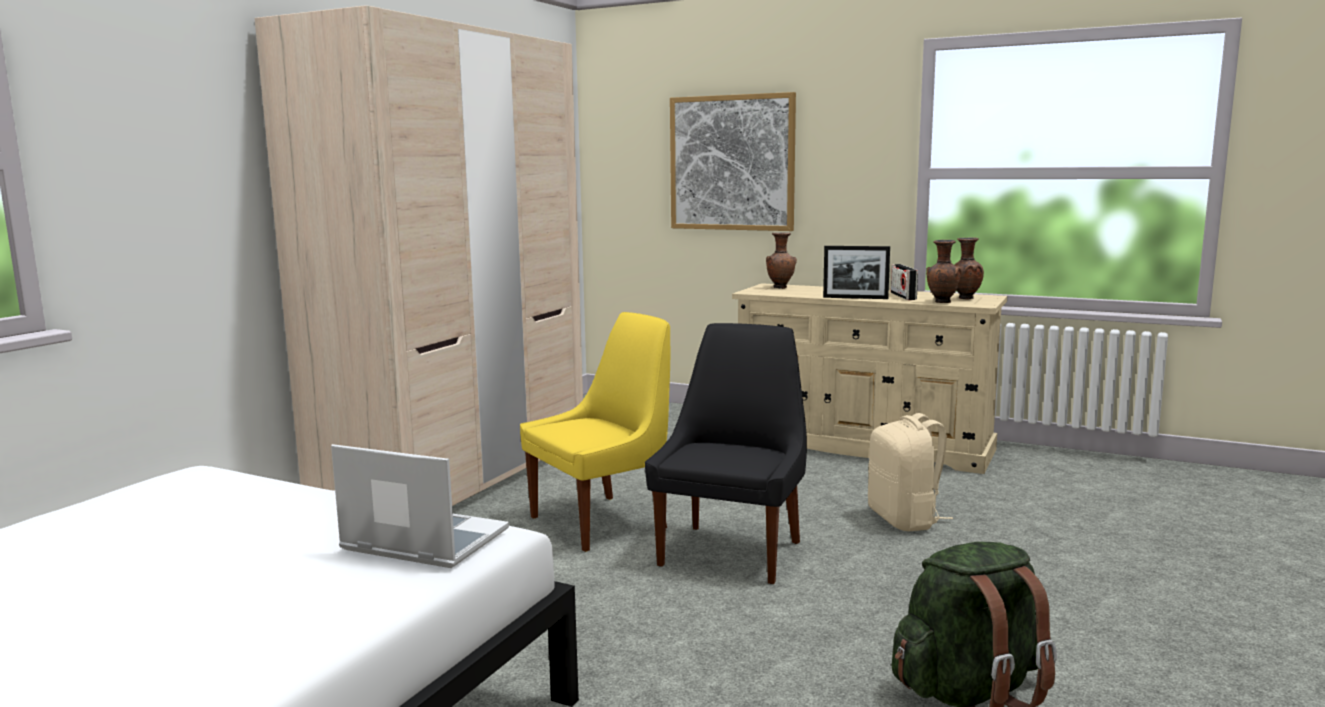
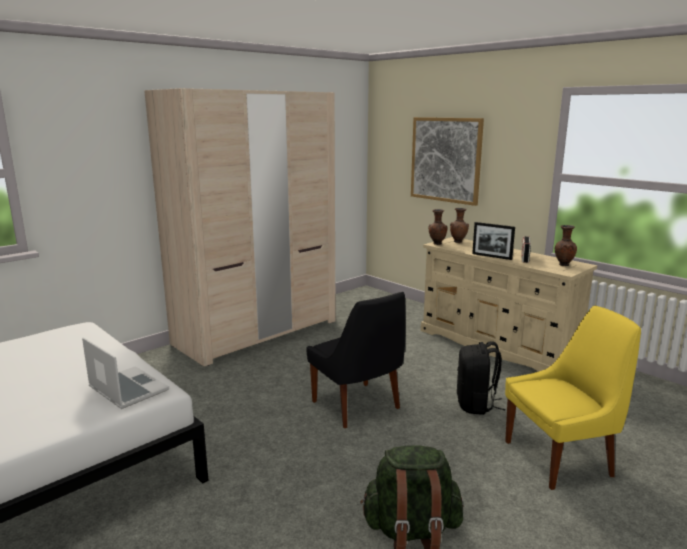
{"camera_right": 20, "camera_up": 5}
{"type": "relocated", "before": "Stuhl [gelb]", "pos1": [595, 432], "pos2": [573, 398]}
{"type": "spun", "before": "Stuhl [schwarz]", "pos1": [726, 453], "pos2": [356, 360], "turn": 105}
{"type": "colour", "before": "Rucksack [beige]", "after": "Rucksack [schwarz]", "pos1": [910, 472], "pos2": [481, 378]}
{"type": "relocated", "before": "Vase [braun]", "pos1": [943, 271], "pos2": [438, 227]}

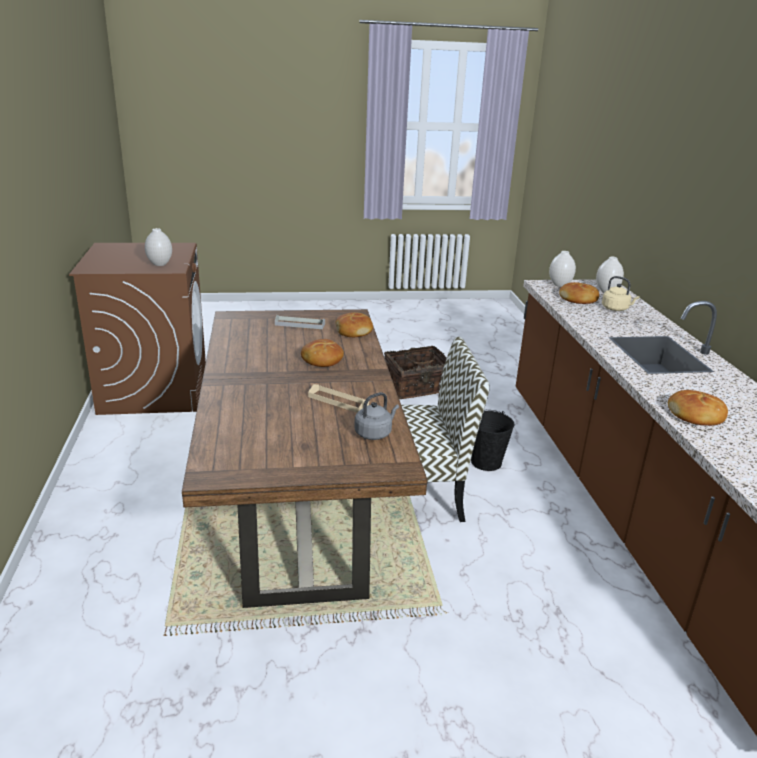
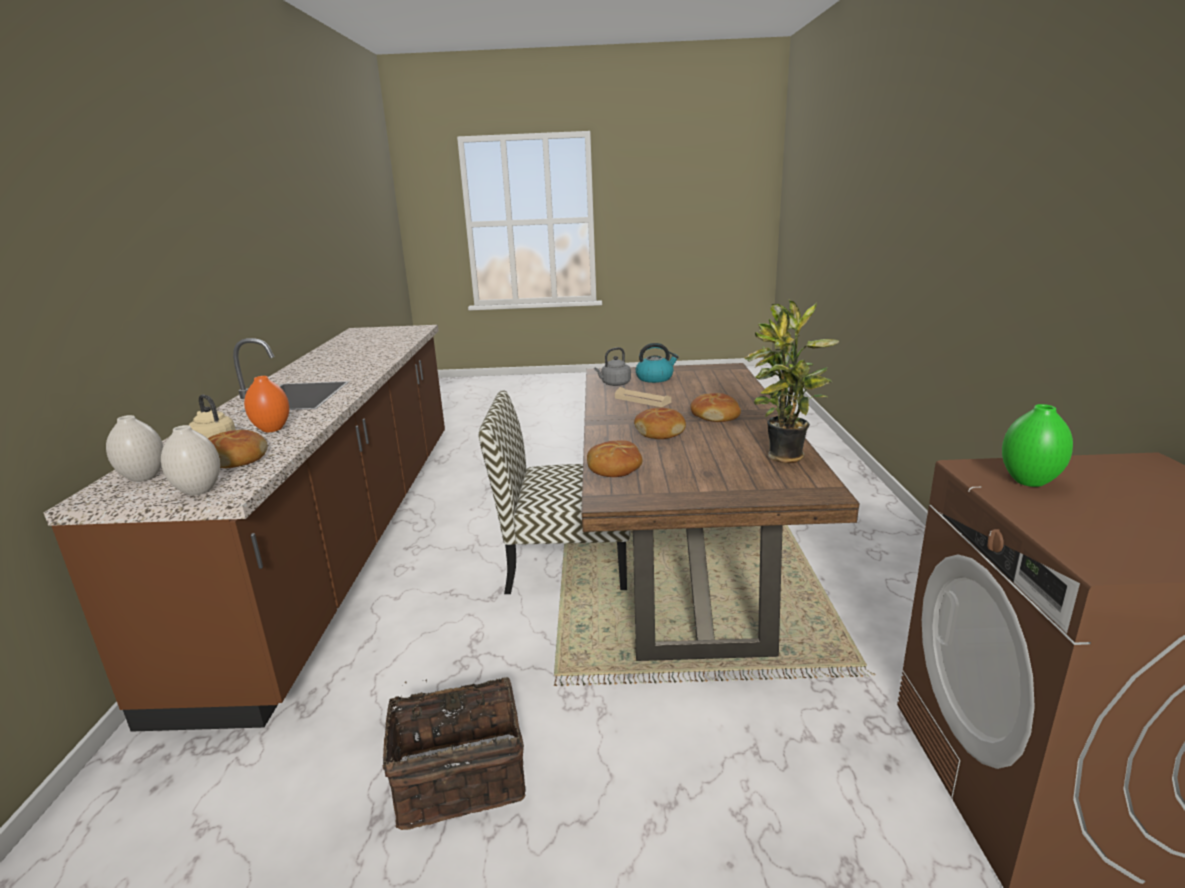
{"camera_right": -170, "camera_up": -5}
{"type": "colour", "before": "Vase [weiß]", "after": "Vase [grün]", "pos1": [158, 247], "pos2": [1037, 445]}
{"type": "missing", "before": "Tablett [grau]", "pos1": [300, 322]}
{"type": "missing", "before": "Eimer [schwarz]", "pos1": [492, 440]}
{"type": "relocated", "before": "Brot", "pos1": [698, 408], "pos2": [715, 407]}
{"type": "appeared", "after": "Vase [orange]", "pos2": [266, 404]}
{"type": "appeared", "after": "Wasserkessel", "pos2": [657, 363]}
{"type": "appeared", "after": "Topfpflanze", "pos2": [791, 381]}

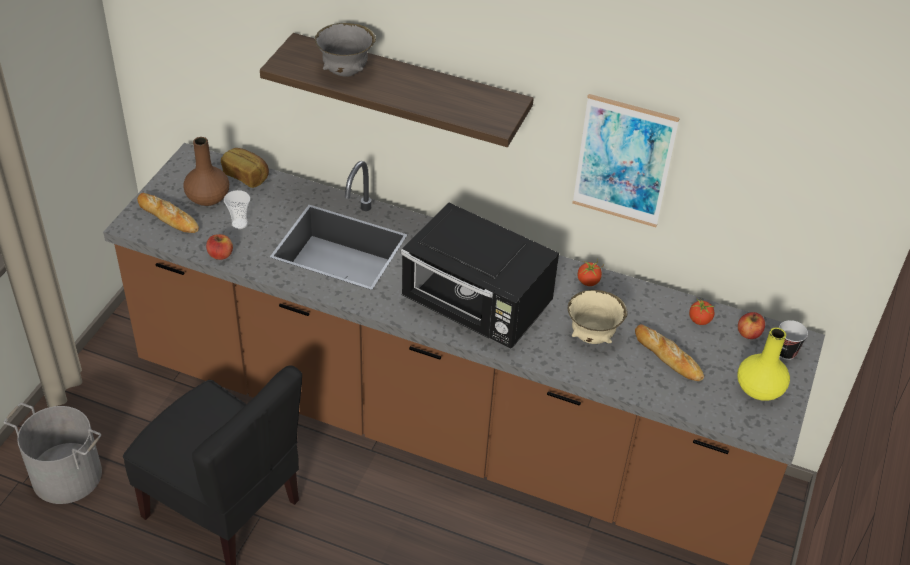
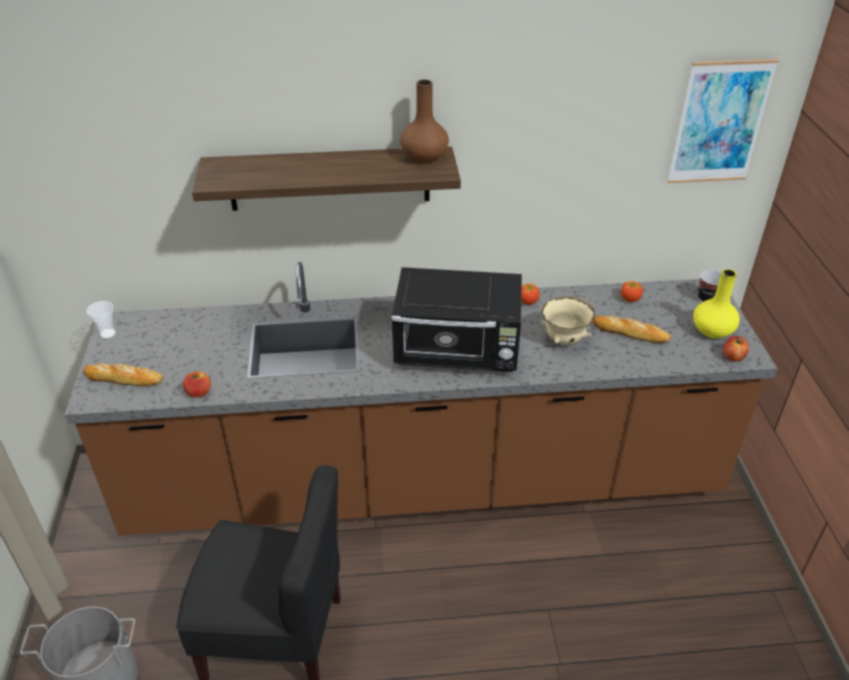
{"camera_right": -25, "camera_up": -5}
{"type": "relocated", "before": "Vase [braun]", "pos1": [206, 171], "pos2": [424, 121]}
{"type": "missing", "before": "Brot", "pos1": [245, 168]}
{"type": "relocated", "before": "Tasse", "pos1": [237, 209], "pos2": [101, 320]}
{"type": "missing", "before": "Schüssel [grau]", "pos1": [345, 50]}
{"type": "relocated", "before": "Bild", "pos1": [626, 160], "pos2": [723, 121]}
{"type": "relocated", "before": "Apfel", "pos1": [751, 325], "pos2": [736, 349]}

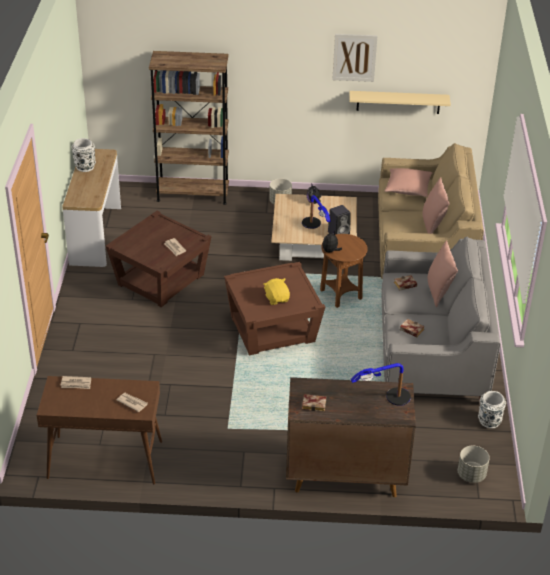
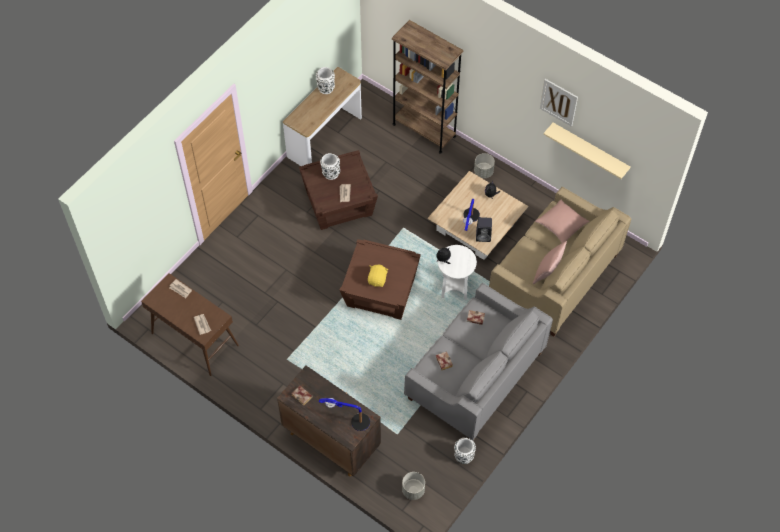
{"camera_right": 35, "camera_up": 20}
{"type": "colour", "before": "Beistelltisch [braun]", "after": "Beistelltisch [weiß]", "pos1": [344, 271], "pos2": [457, 272]}
{"type": "missing", "before": "Kissen [rosa]", "pos1": [443, 274]}
{"type": "appeared", "after": "Vase [weiß]", "pos2": [330, 166]}

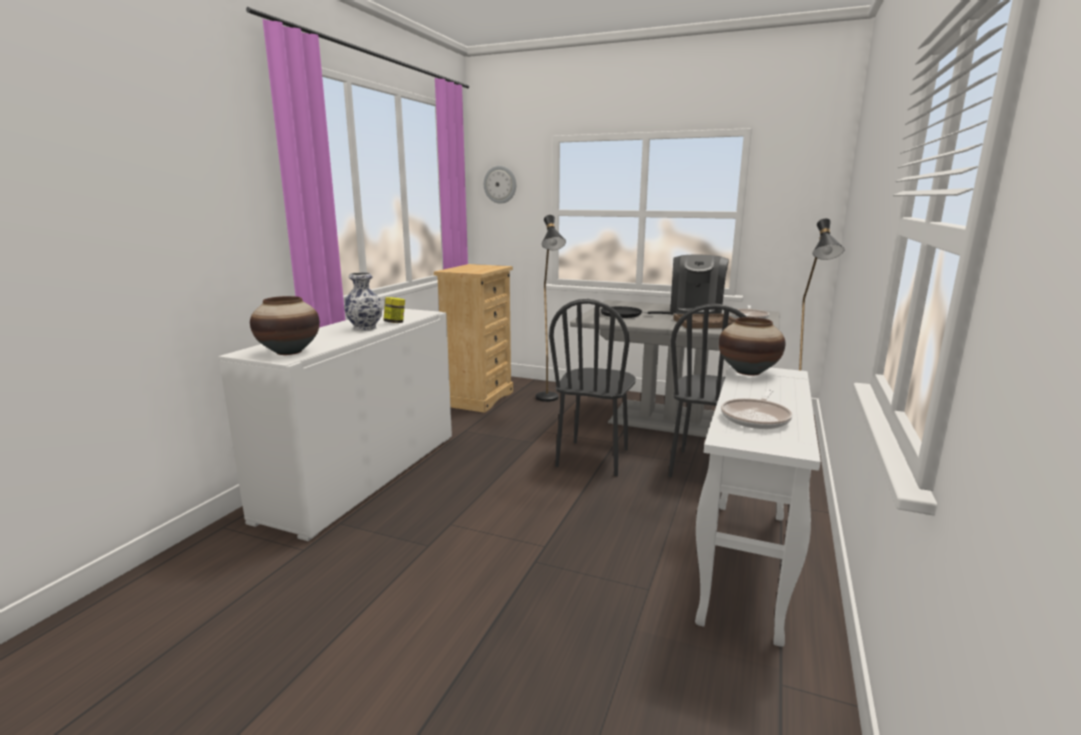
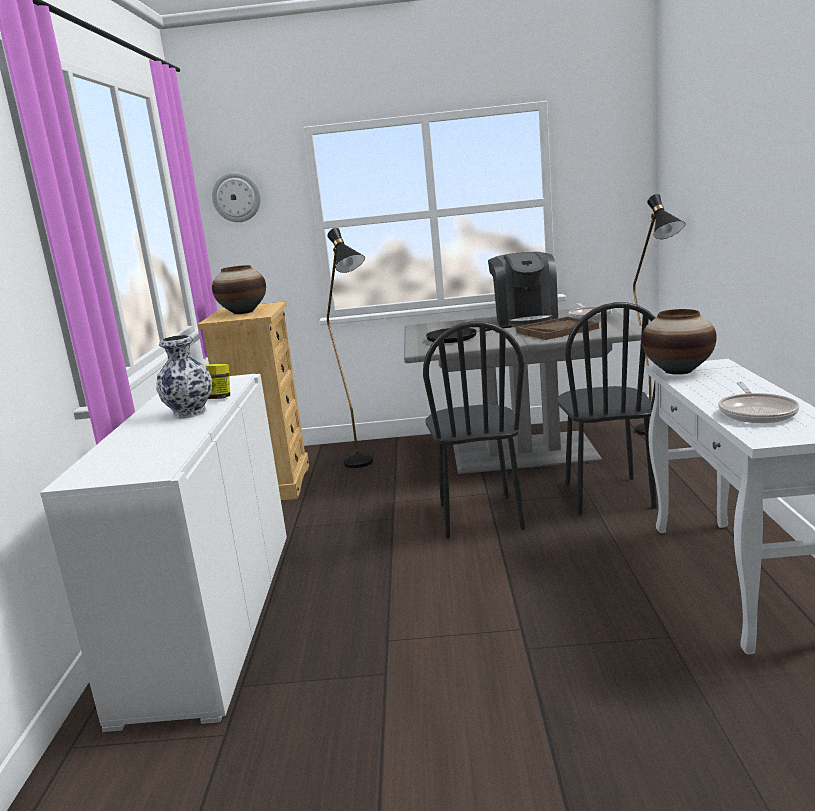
{"camera_right": -20, "camera_up": 0}
{"type": "relocated", "before": "Vase", "pos1": [285, 325], "pos2": [239, 289]}

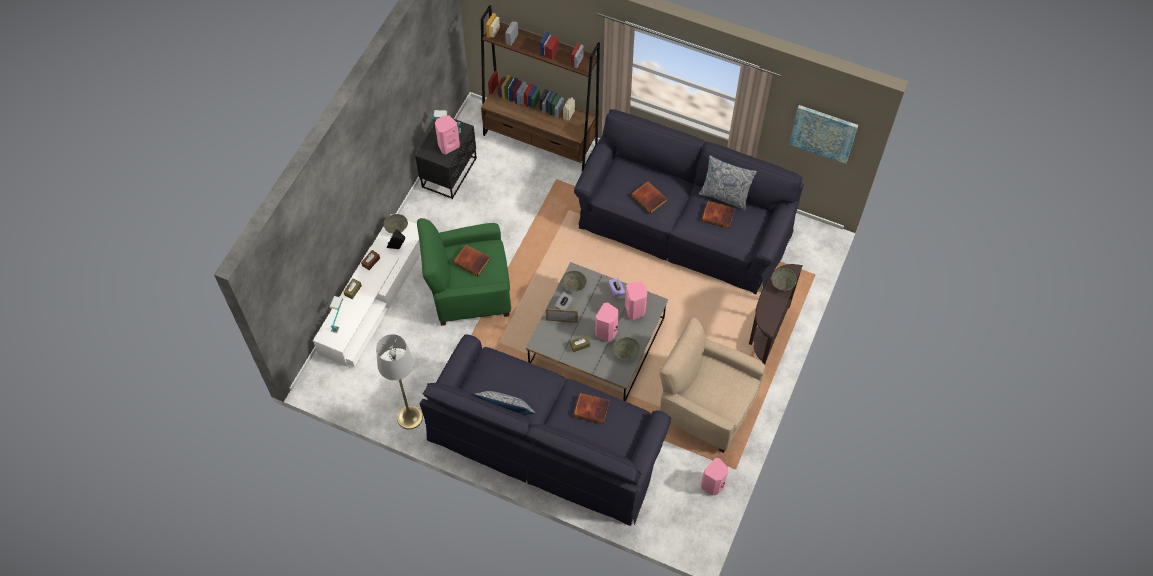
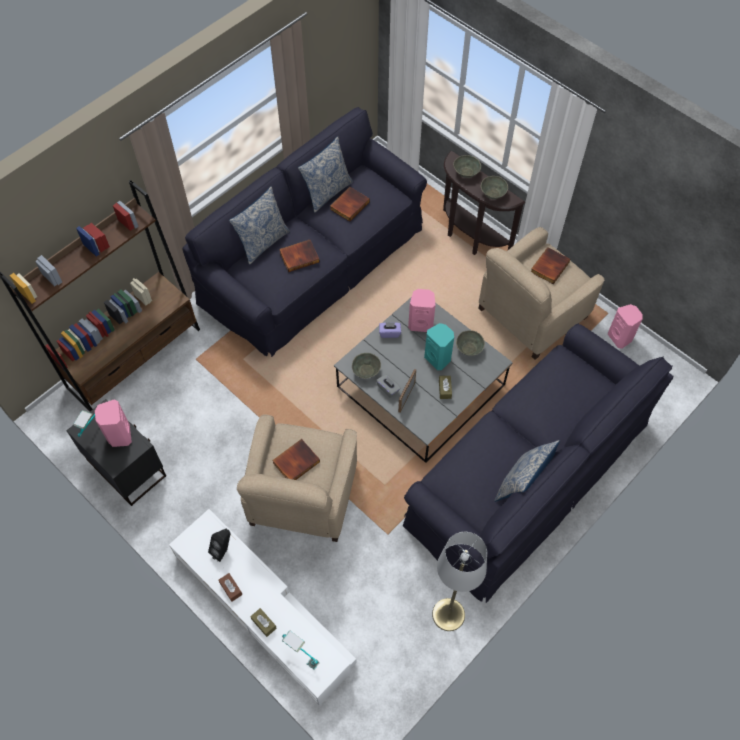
{"camera_right": -70, "camera_up": 0}
{"type": "relocated", "before": "Schüssel [grau]", "pos1": [396, 224], "pos2": [494, 187]}
{"type": "colour", "before": "Sessel [grün]", "after": "Sessel [beige]", "pos1": [464, 272], "pos2": [297, 478]}
{"type": "relocated", "before": "Buch", "pos1": [591, 408], "pos2": [550, 265]}
{"type": "colour", "before": "Lautsprecher [rosa]", "after": "Lautsprecher [türkis]", "pos1": [606, 322], "pos2": [439, 346]}
{"type": "missing", "before": "Bild", "pos1": [823, 134]}
{"type": "appeared", "after": "Kissen", "pos2": [259, 225]}

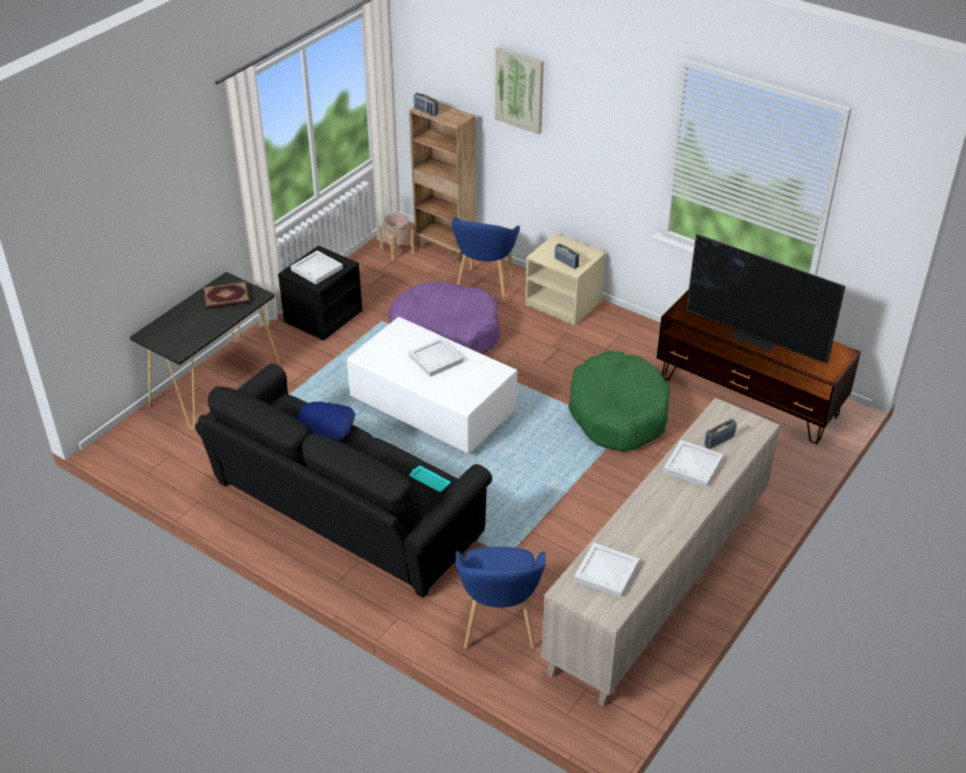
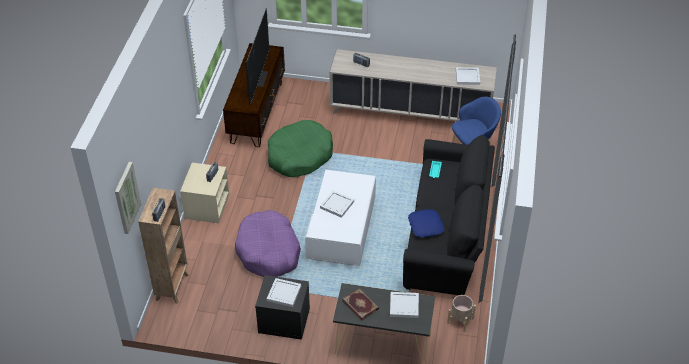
{"camera_right": -115, "camera_up": 5}
{"type": "relocated", "before": "Pflanzkübel [beige]", "pos1": [396, 237], "pos2": [461, 313]}
{"type": "missing", "before": "Sessel [blau]", "pos1": [486, 260]}
{"type": "relocated", "before": "Bild", "pos1": [519, 90], "pos2": [128, 198]}
{"type": "relocated", "before": "Tablett [weiß]", "pos1": [693, 464], "pos2": [404, 305]}

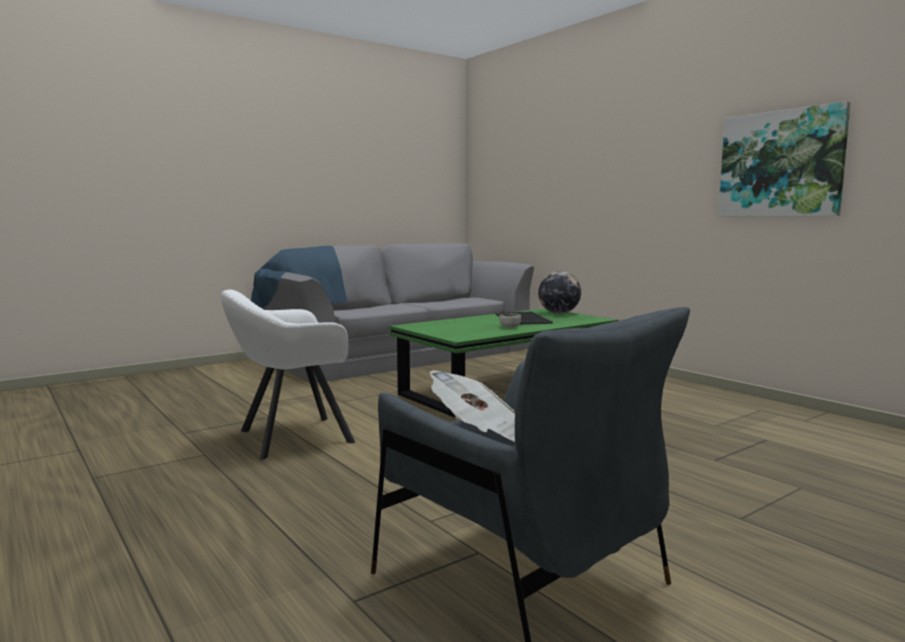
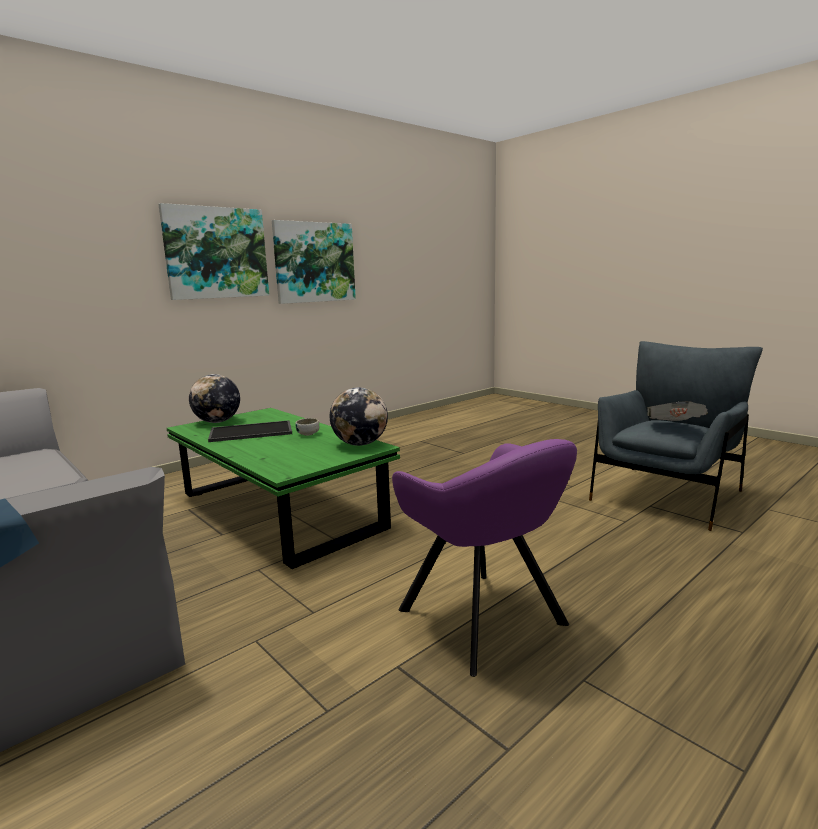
{"camera_right": -95, "camera_up": 5}
{"type": "colour", "before": "Sessel [weiß]", "after": "Sessel [lila]", "pos1": [288, 375], "pos2": [484, 558]}
{"type": "appeared", "after": "Bild", "pos2": [213, 251]}
{"type": "appeared", "after": "Globus", "pos2": [359, 416]}

